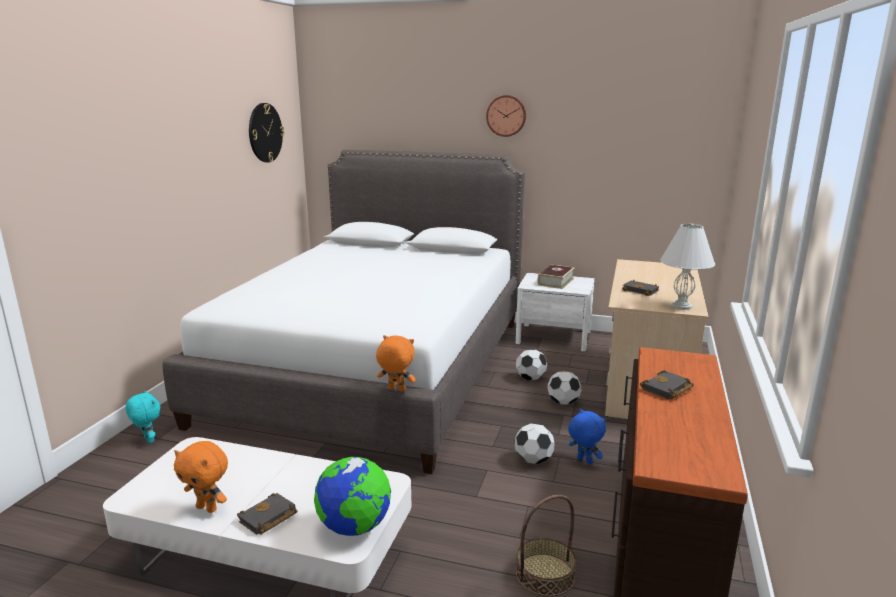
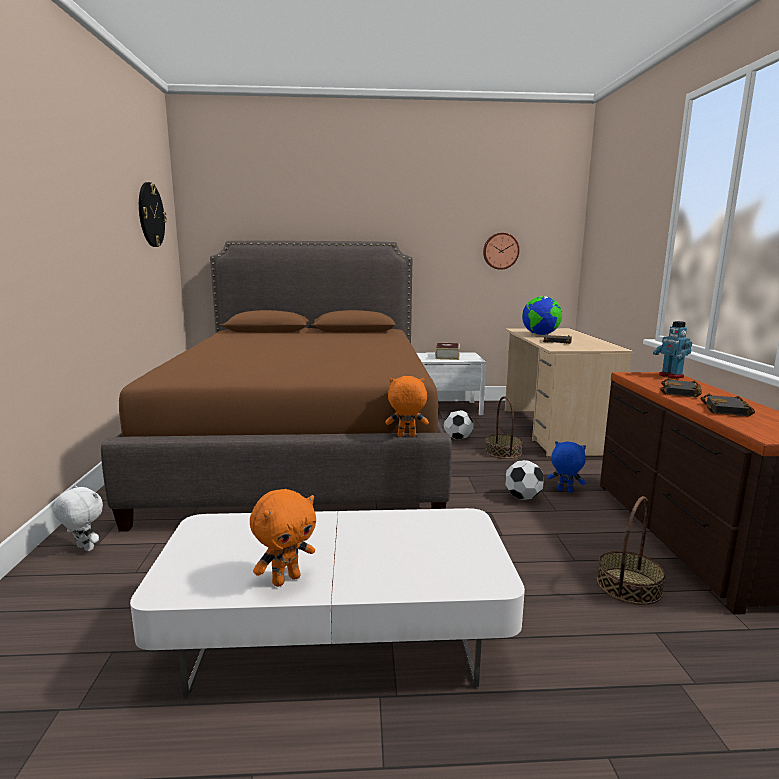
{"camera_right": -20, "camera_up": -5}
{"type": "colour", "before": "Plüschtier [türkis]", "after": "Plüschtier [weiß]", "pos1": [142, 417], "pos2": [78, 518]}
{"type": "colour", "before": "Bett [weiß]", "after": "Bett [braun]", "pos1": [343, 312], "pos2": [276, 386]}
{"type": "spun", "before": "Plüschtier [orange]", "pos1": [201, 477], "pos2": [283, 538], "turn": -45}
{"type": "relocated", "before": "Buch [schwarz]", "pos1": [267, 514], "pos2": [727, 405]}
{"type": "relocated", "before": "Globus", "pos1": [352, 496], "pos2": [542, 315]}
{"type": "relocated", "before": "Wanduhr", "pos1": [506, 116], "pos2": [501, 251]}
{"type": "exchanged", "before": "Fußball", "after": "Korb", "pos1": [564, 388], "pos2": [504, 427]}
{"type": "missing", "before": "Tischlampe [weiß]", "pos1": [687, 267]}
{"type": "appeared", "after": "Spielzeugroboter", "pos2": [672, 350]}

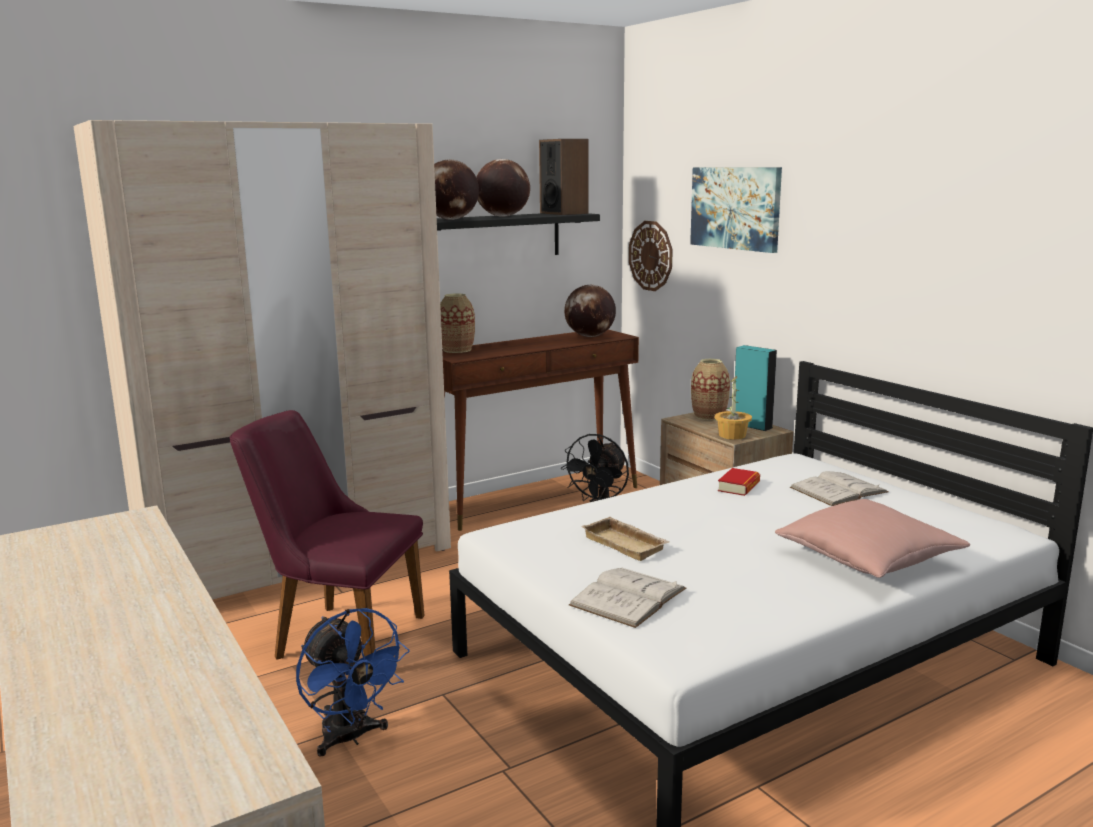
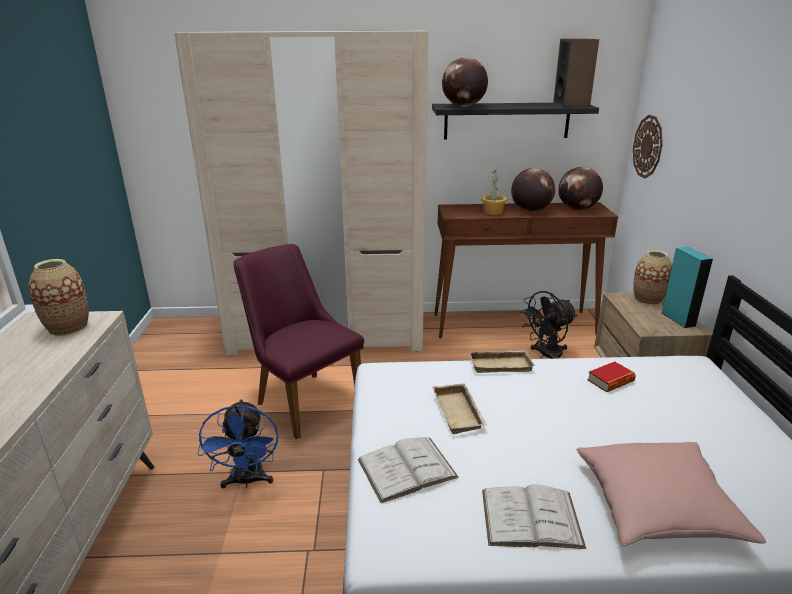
{"camera_right": 30, "camera_up": 10}
{"type": "relocated", "before": "Vase", "pos1": [457, 323], "pos2": [58, 297]}
{"type": "relocated", "before": "Globus", "pos1": [503, 188], "pos2": [533, 190]}
{"type": "missing", "before": "Bild", "pos1": [736, 210]}
{"type": "relocated", "before": "Topfpflanze", "pos1": [733, 408], "pos2": [494, 192]}
{"type": "relocated", "before": "Buch [weiß]", "pos1": [839, 488], "pos2": [534, 516]}
{"type": "appeared", "after": "Tablett [beige]", "pos2": [501, 361]}

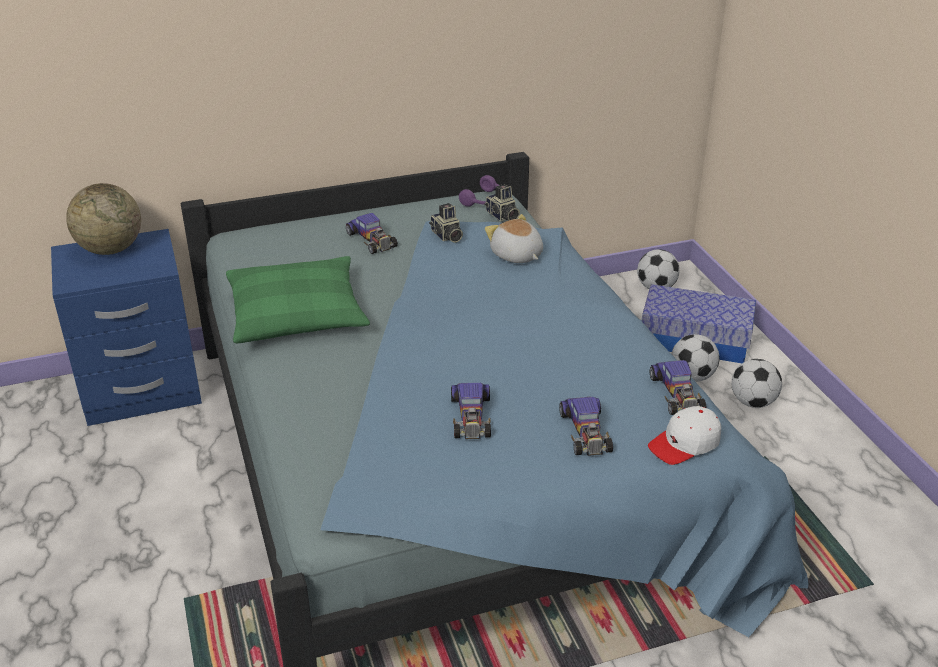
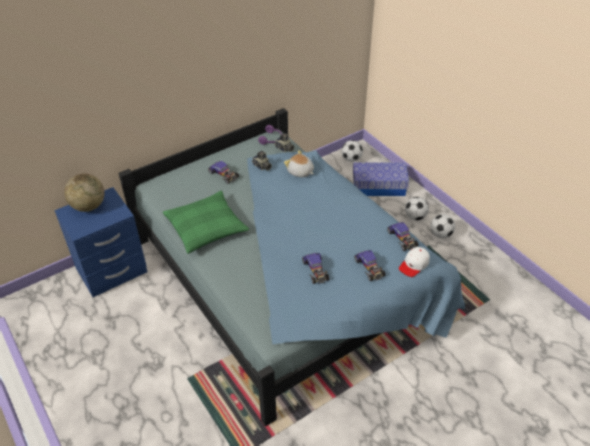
{"camera_right": -15, "camera_up": 10}
{"type": "relocated", "before": "Fußball", "pos1": [696, 358], "pos2": [442, 226]}

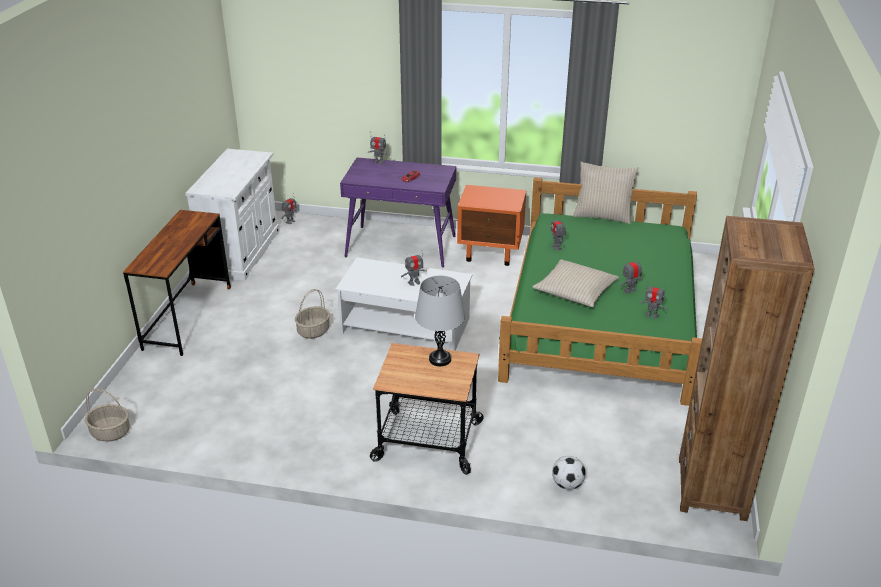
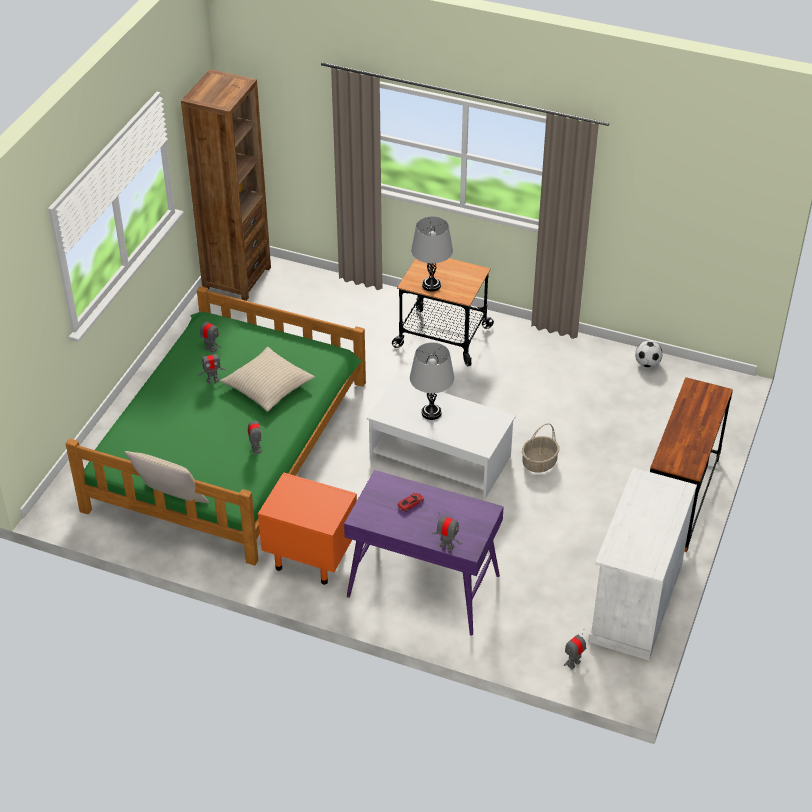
{"camera_right": -170, "camera_up": 10}
{"type": "missing", "before": "Korb", "pos1": [107, 415]}
{"type": "exchanged", "before": "Spielzeugroboter", "after": "Tischlampe [grau]", "pos1": [414, 268], "pos2": [432, 381]}
{"type": "relocated", "before": "Fußball", "pos1": [569, 473], "pos2": [649, 354]}

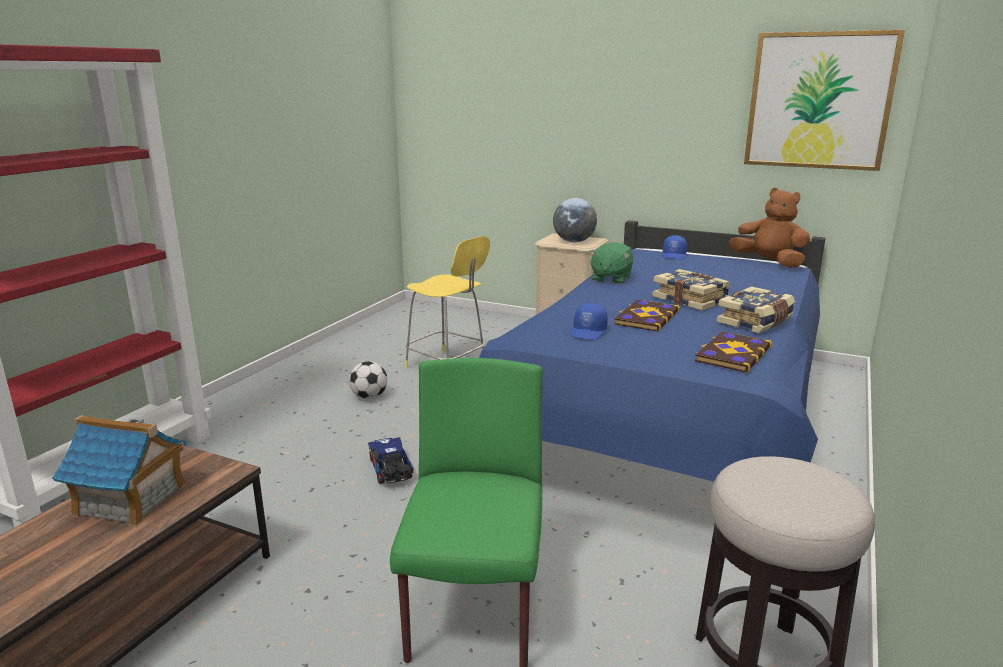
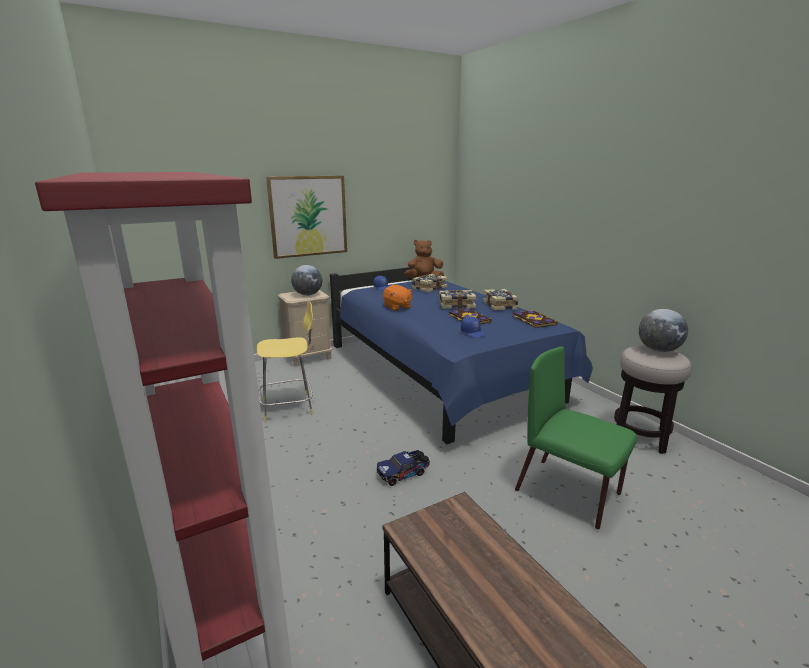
{"camera_right": -55, "camera_up": 0}
{"type": "missing", "before": "Spielzeughaus", "pos1": [120, 470]}
{"type": "missing", "before": "Fußball", "pos1": [368, 380]}
{"type": "spun", "before": "Spielzeuglaster", "pos1": [390, 460], "pos2": [403, 468], "turn": -45}
{"type": "colour", "before": "Plüschtier [grün]", "after": "Plüschtier [orange]", "pos1": [611, 263], "pos2": [398, 298]}
{"type": "relocated", "before": "Bild", "pos1": [824, 100], "pos2": [306, 217]}
{"type": "appeared", "after": "Buch", "pos2": [430, 283]}
{"type": "appeared", "after": "Globus", "pos2": [663, 330]}

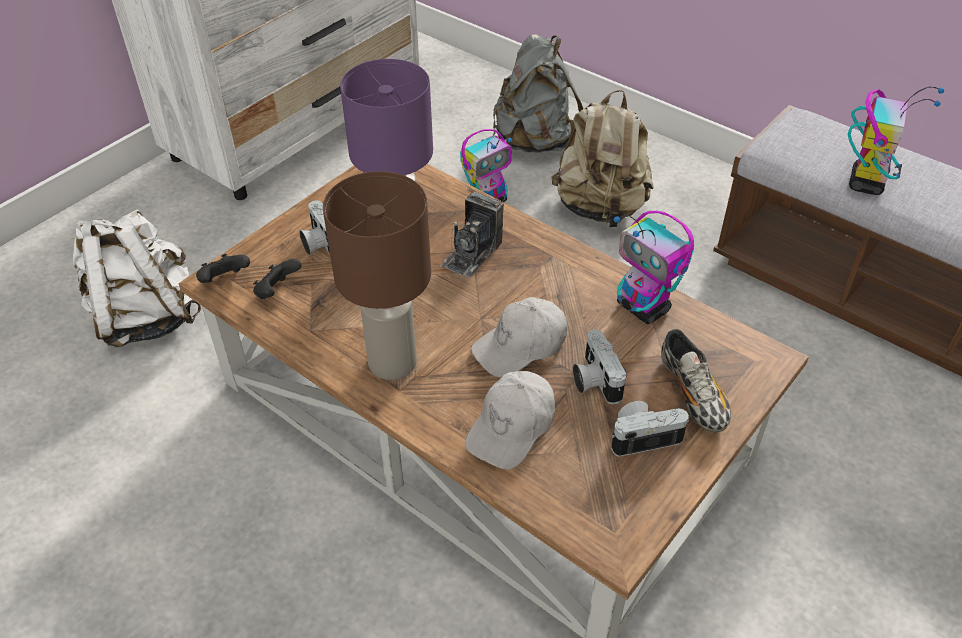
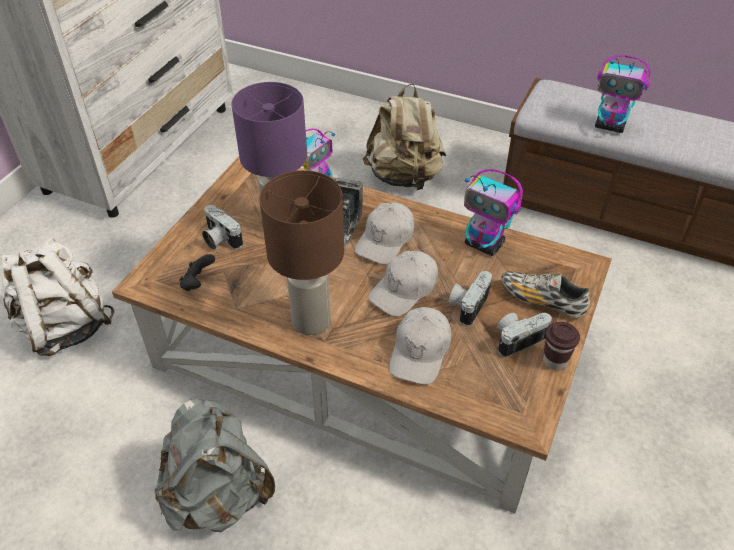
{"camera_right": -15, "camera_up": 0}
{"type": "missing", "before": "Gamepad [schwarz]", "pos1": [223, 268]}
{"type": "relocated", "before": "Rucksack [grau]", "pos1": [537, 93], "pos2": [215, 464]}
{"type": "spun", "before": "Kamera", "pos1": [600, 366], "pos2": [470, 298], "turn": 60}
{"type": "spun", "before": "Schuh", "pos1": [696, 380], "pos2": [545, 295], "turn": 150}
{"type": "spun", "before": "Spielzeugroboter", "pos1": [896, 141], "pos2": [623, 94], "turn": 105}
{"type": "appeared", "after": "Kappe [weiß]", "pos2": [385, 233]}
{"type": "appeared", "after": "Tasse [braun]", "pos2": [561, 345]}

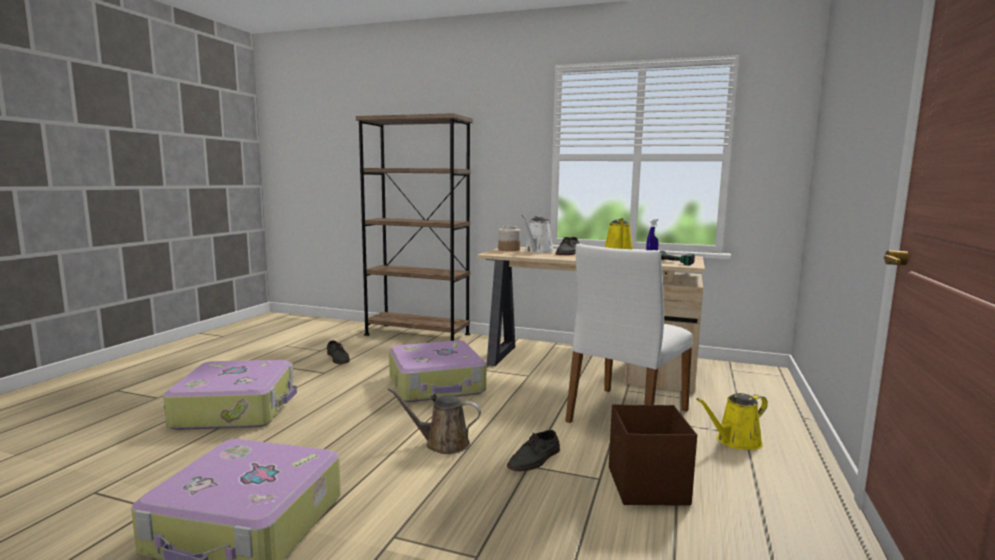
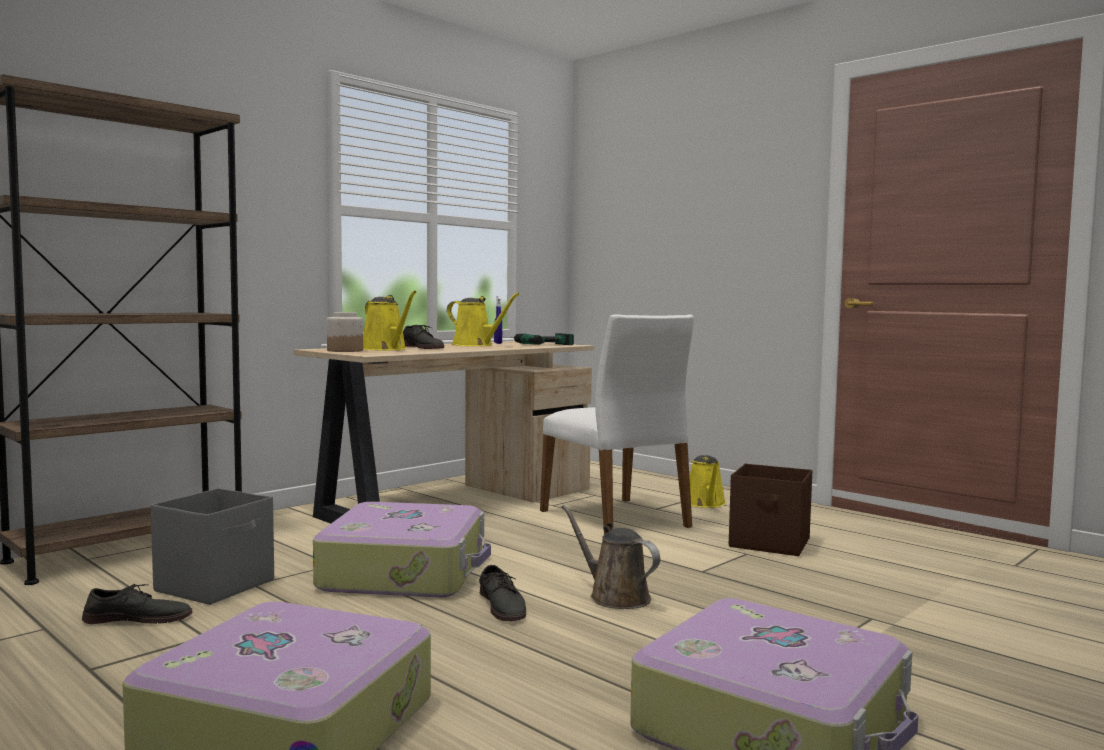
{"camera_right": -65, "camera_up": -5}
{"type": "spun", "before": "Gießkanne [braun]", "pos1": [434, 420], "pos2": [611, 557], "turn": 105}
{"type": "relocated", "before": "Schuh [grau]", "pos1": [533, 450], "pos2": [502, 593]}
{"type": "colour", "before": "Gießkanne [weiß]", "after": "Gießkanne [gelb]", "pos1": [537, 234], "pos2": [389, 320]}
{"type": "appeared", "after": "Aufbewahrungsbox [grau]", "pos2": [212, 546]}

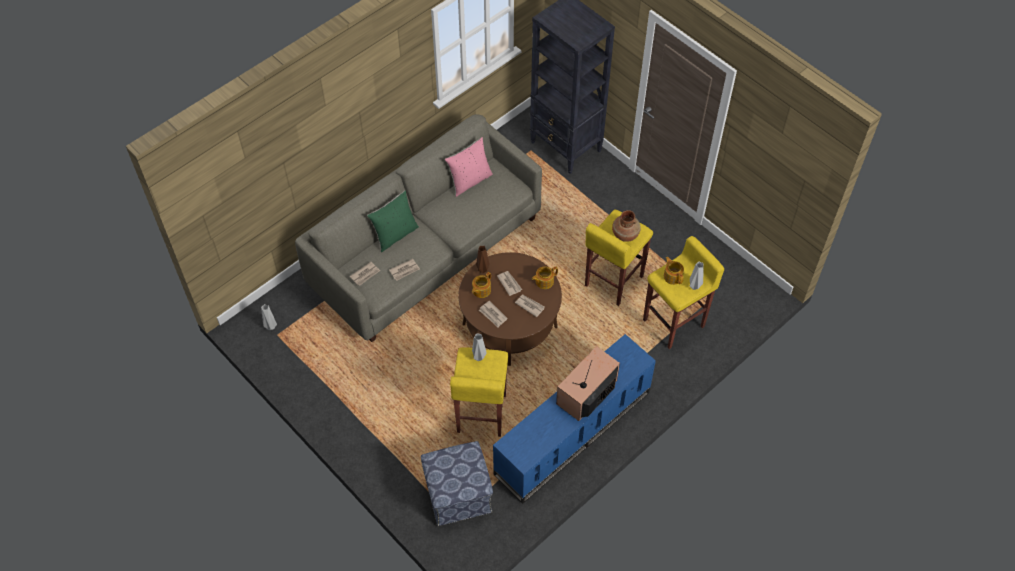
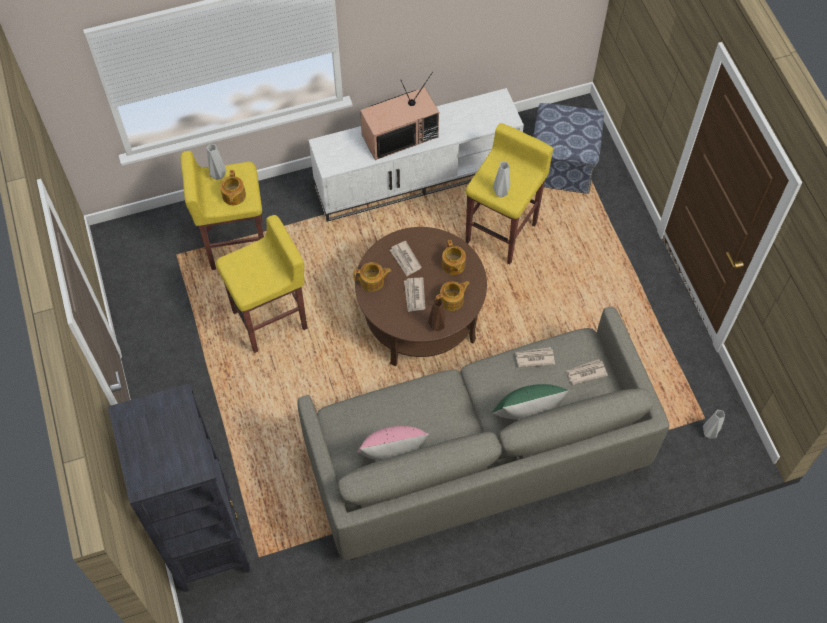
{"camera_right": -155, "camera_up": 5}
{"type": "exchanged", "before": "Zeitung", "after": "Teekanne", "pos1": [493, 314], "pos2": [454, 257]}
{"type": "colour", "before": "Fernsehschrank [blau]", "after": "Fernsehschrank [weiß]", "pos1": [574, 419], "pos2": [416, 155]}
{"type": "missing", "before": "Vase [braun]", "pos1": [626, 226]}

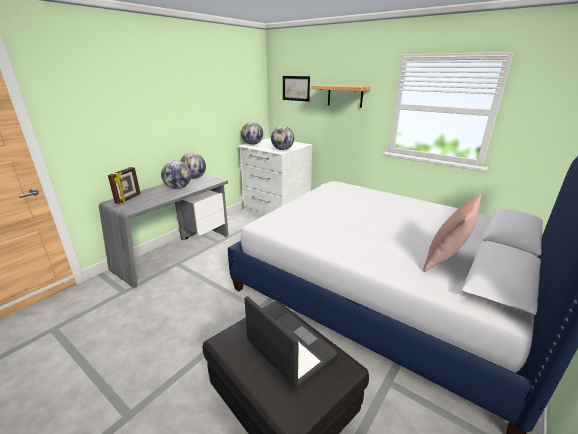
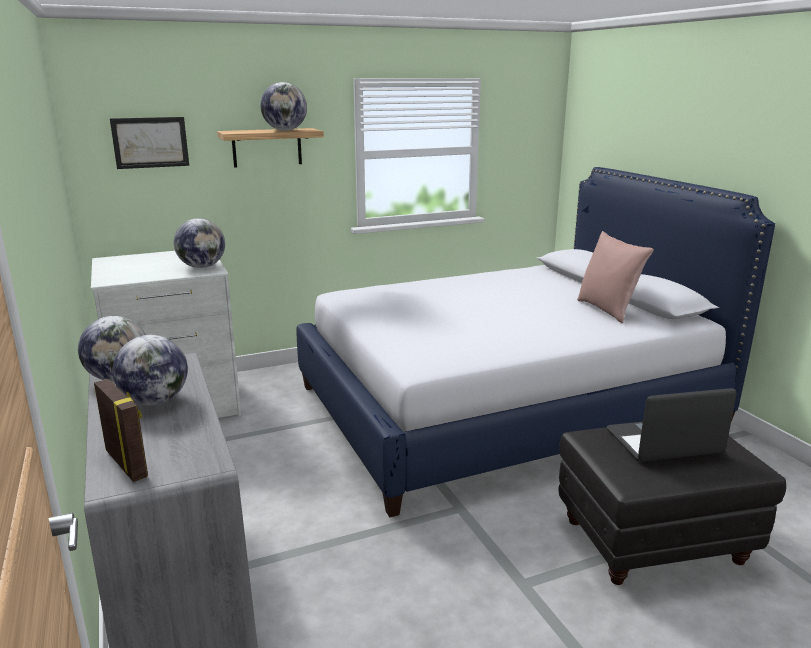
{"camera_right": -60, "camera_up": -5}
{"type": "relocated", "before": "Globus", "pos1": [252, 133], "pos2": [283, 106]}

